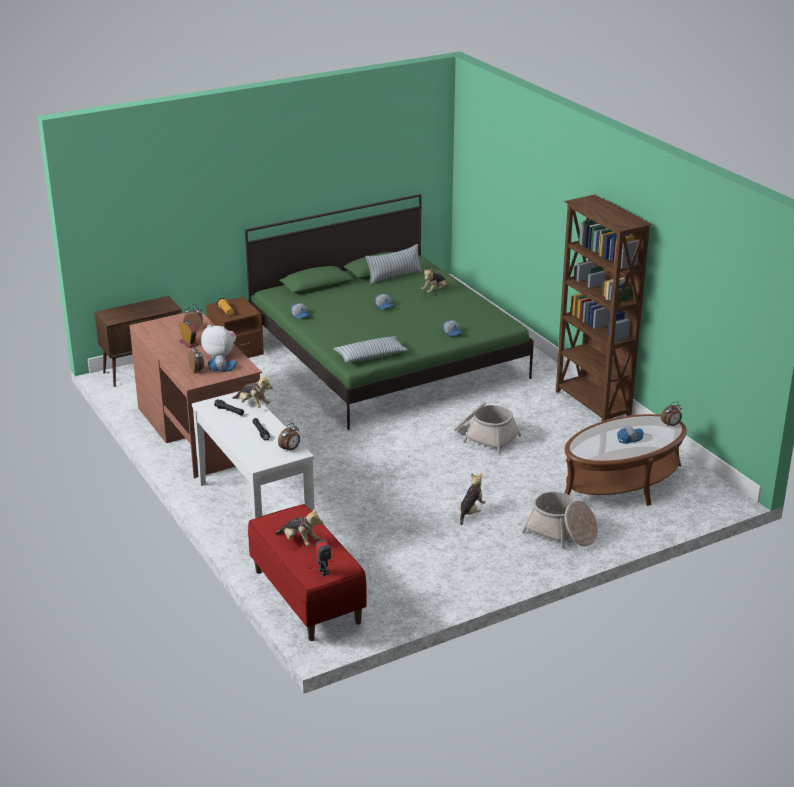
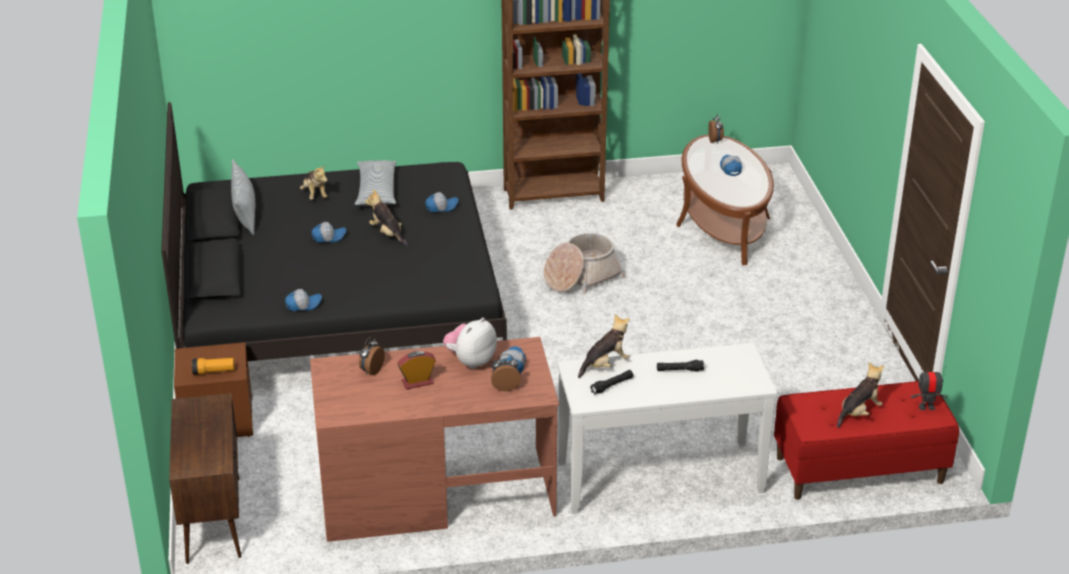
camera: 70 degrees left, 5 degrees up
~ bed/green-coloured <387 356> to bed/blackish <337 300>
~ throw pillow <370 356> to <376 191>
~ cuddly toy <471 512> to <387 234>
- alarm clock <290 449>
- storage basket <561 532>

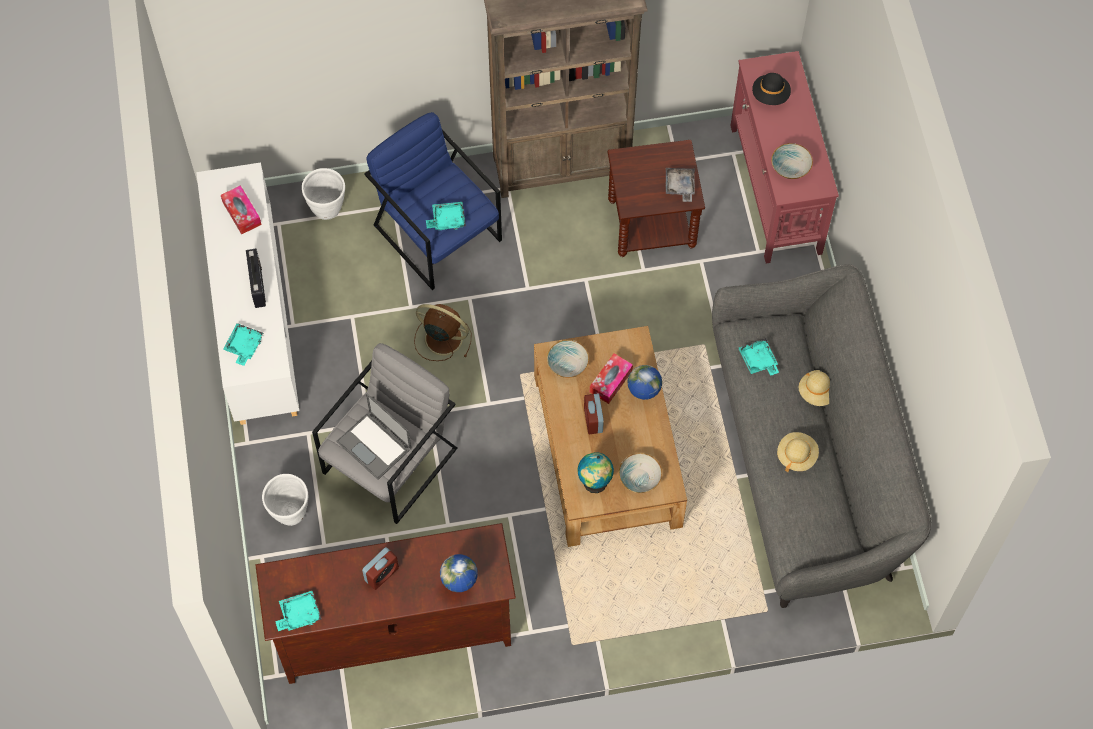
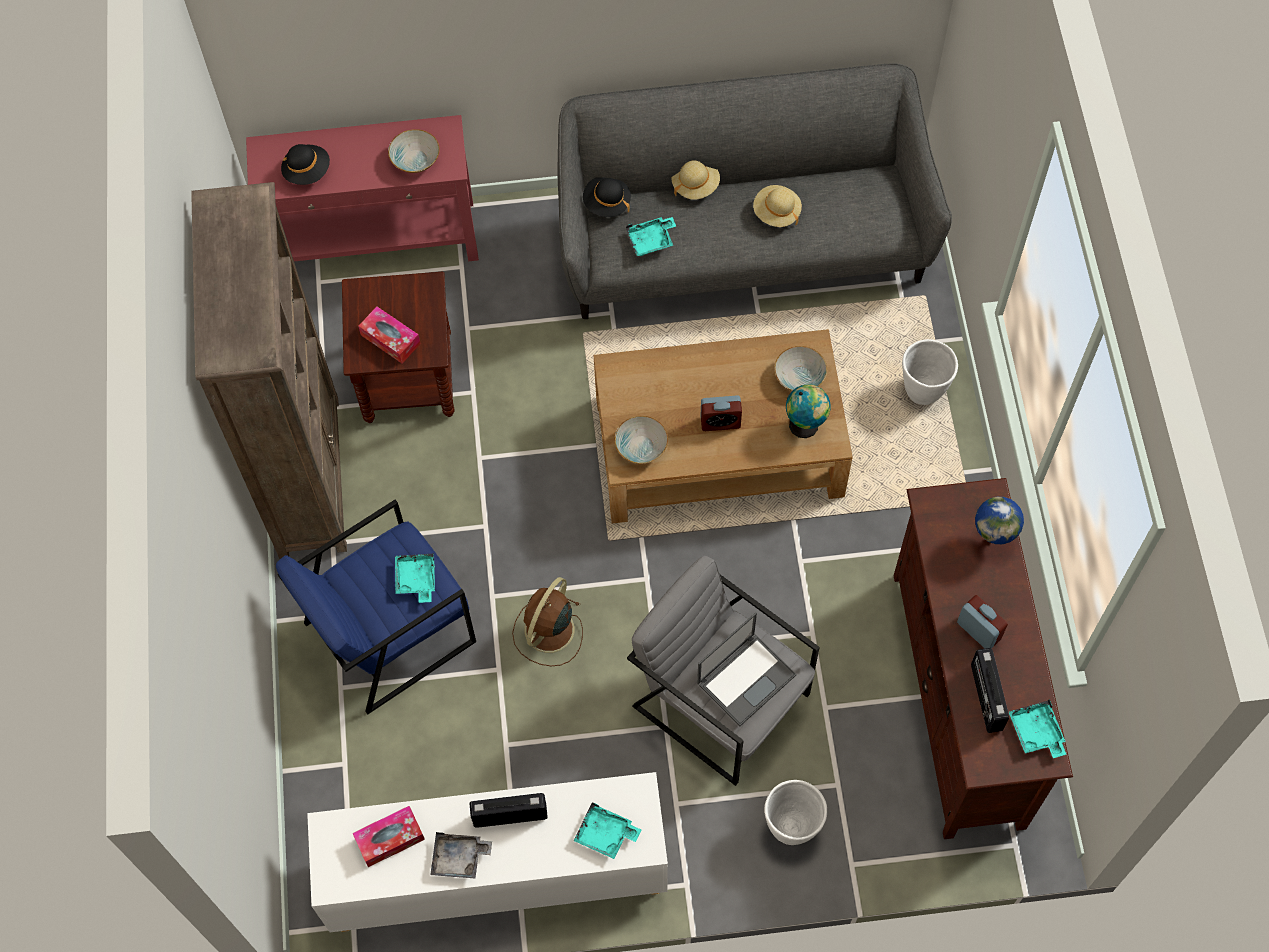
camera: 85 degrees left, 0 degrees up
~ tissue holder <611 381> to <390 339>
~ tray/grey <680 186> to <459 858>
+ clothing hat/blackish <607 203>
~ plant pot/whitish <327 209> to <923 391>
+ radio receiver <985 697>
- desk globe <643 397>

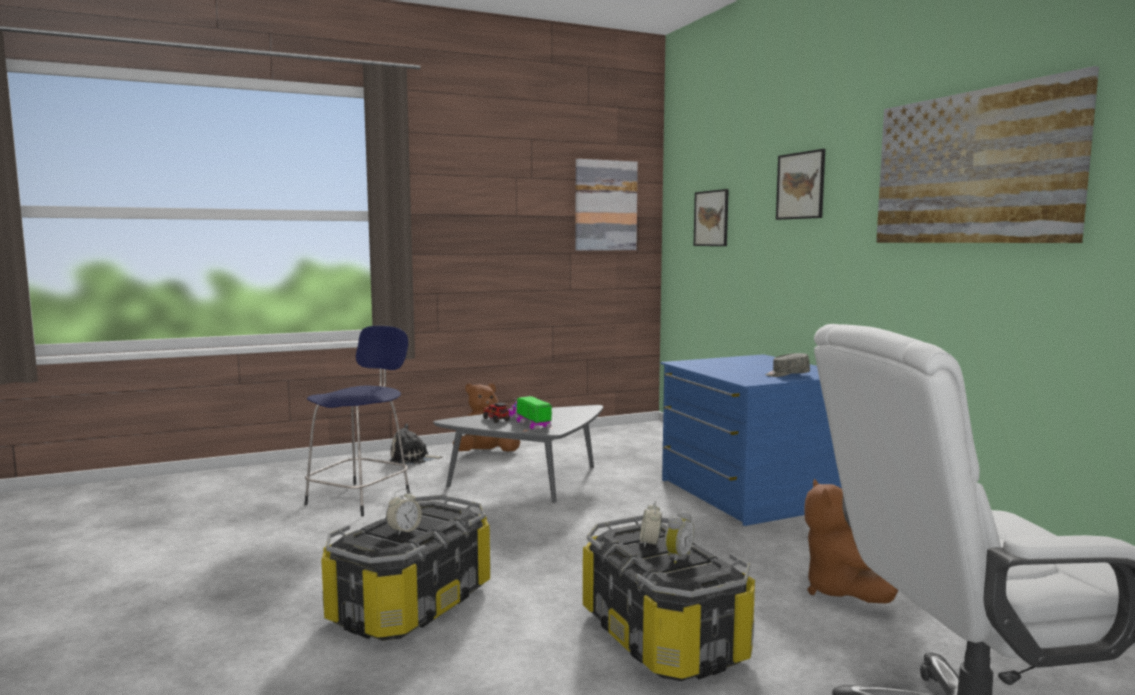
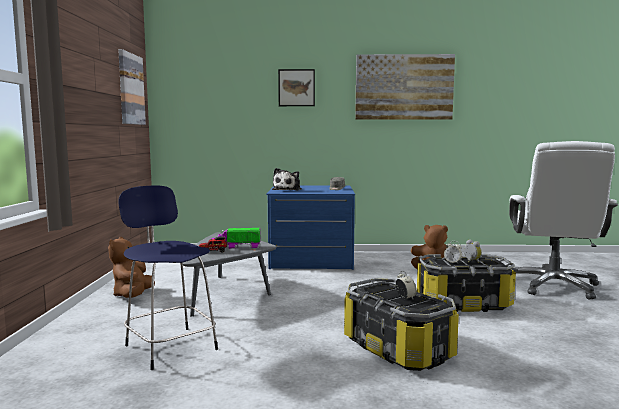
camera: 65 degrees left, 0 degrees up
~ cuddly toy <412 459> to <288 190>
- wall art <711 218>

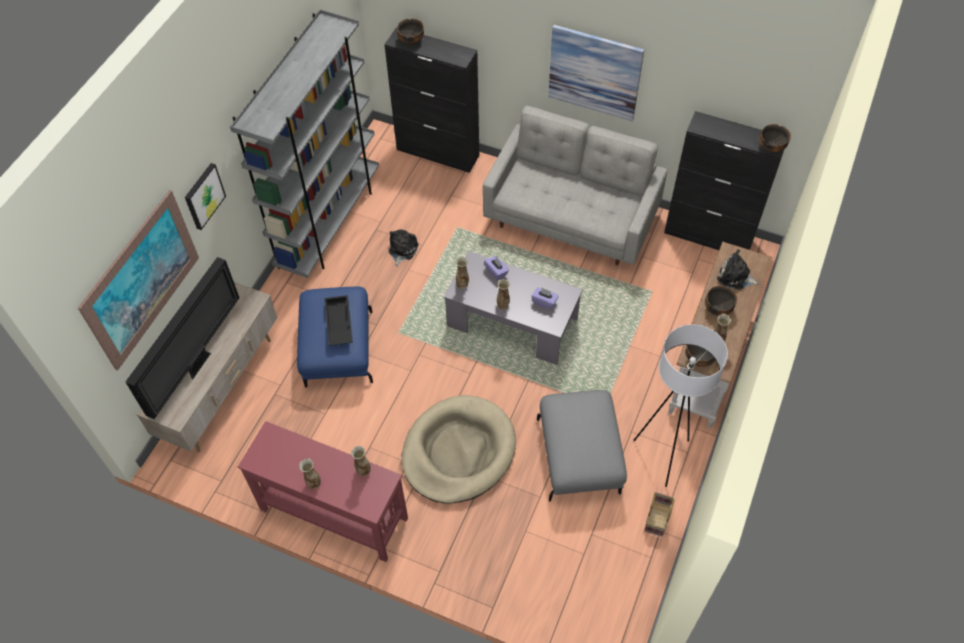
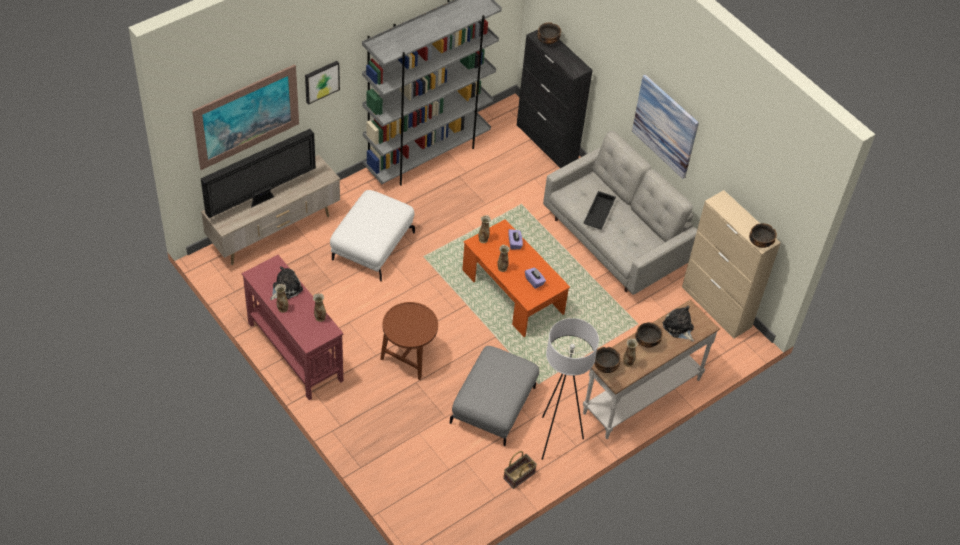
camera: 25 degrees right, 5 degrees down
~ cuddly toy <402 250> to <285 288>
~ ottoman/blue-coloured <337 348> to ottoman/whitish <372 245>
~ dog bed/sand-coloured <458 452> to end table/brown <409 358>
~ low table/grey <512 323> to low table/orange-coloured <512 292>
~ tray/blackish <338 323> to <598 213>
~ cabinet/blackish <709 236> to cabinet/sand-coloured <716 307>

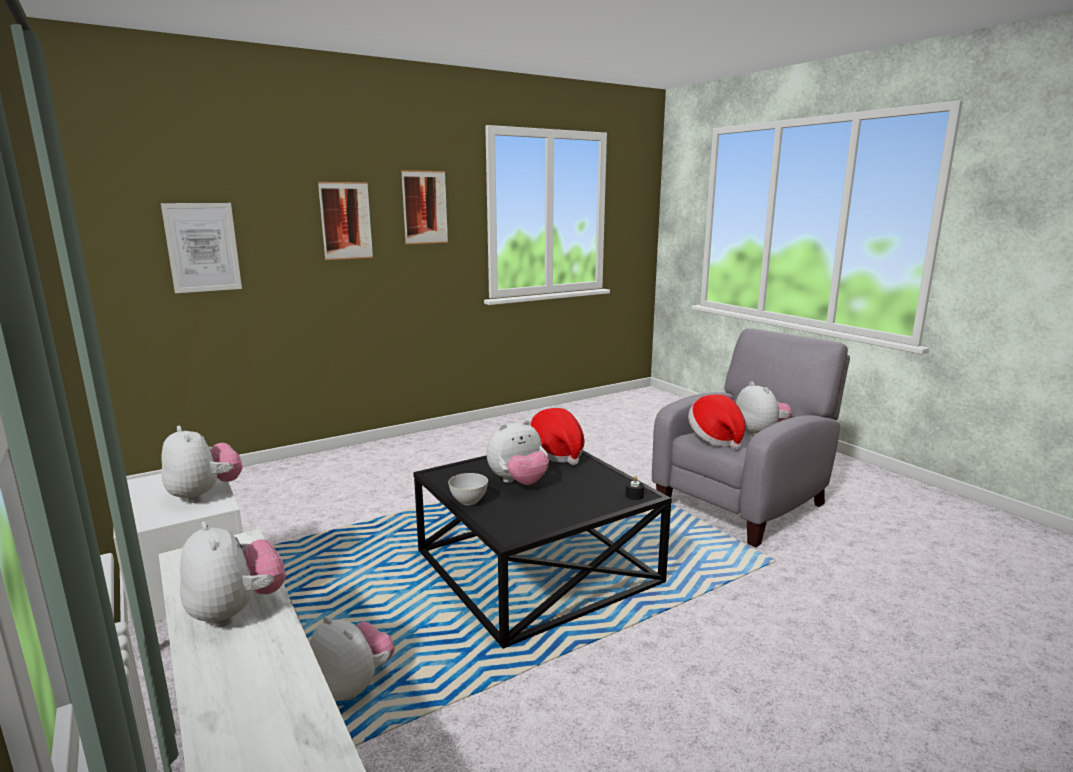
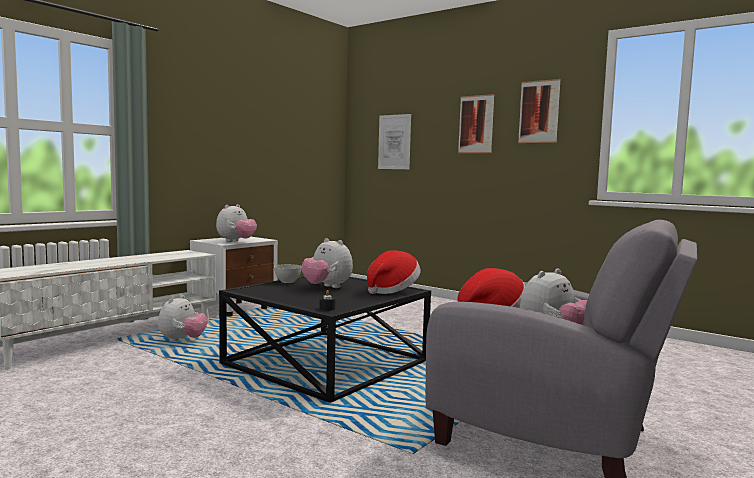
camera: 70 degrees right, 10 degrees down
- cuddly toy <236 611>

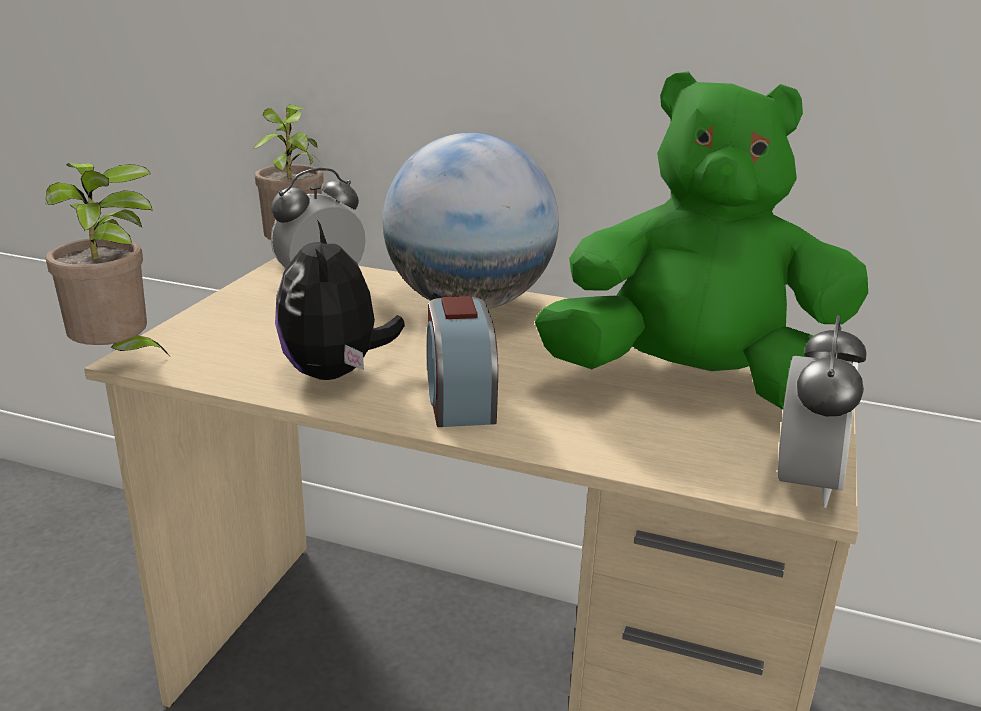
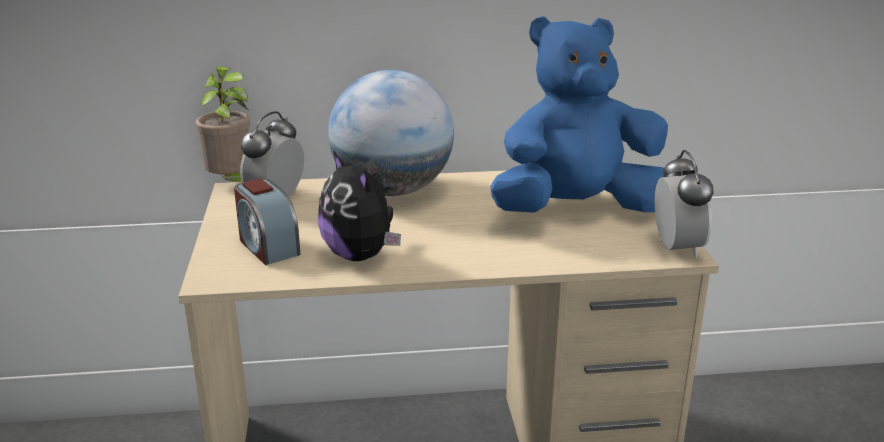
camera: 25 degrees left, 0 degrees up
~ alarm clock <459 399> to <267 246>
~ cuddly toy/green-coloured <694 385> to cuddly toy/blue-coloured <576 210>
- plant in a pot <118 359>

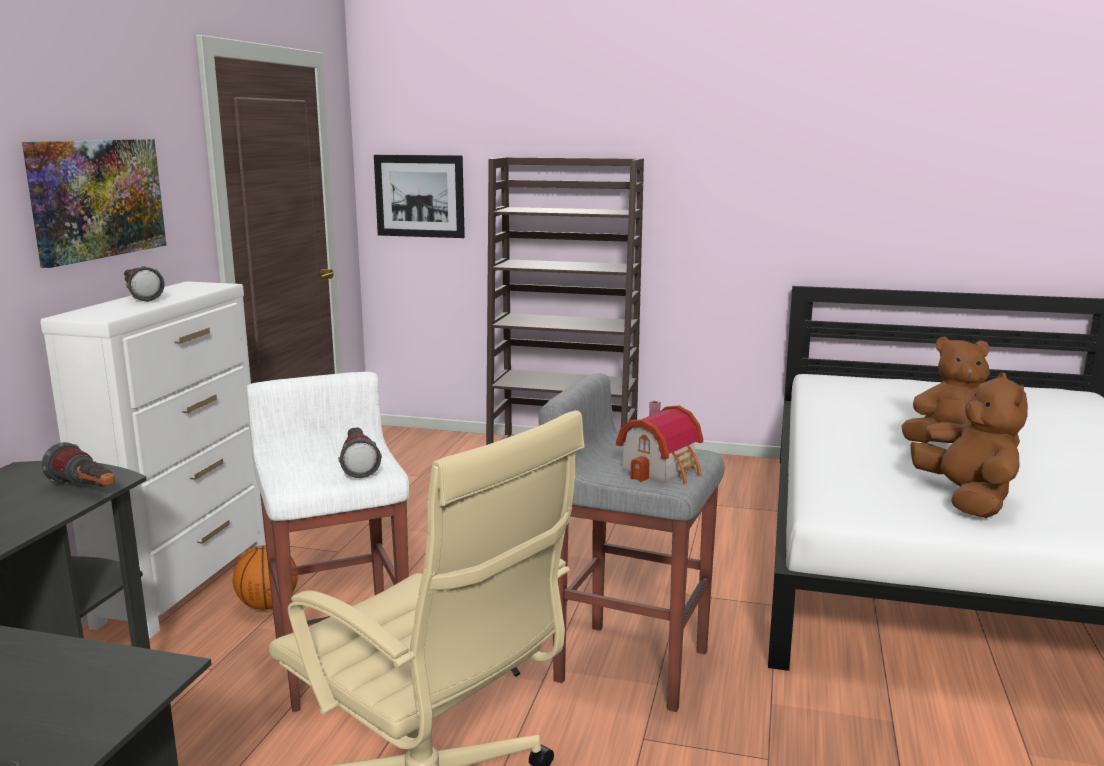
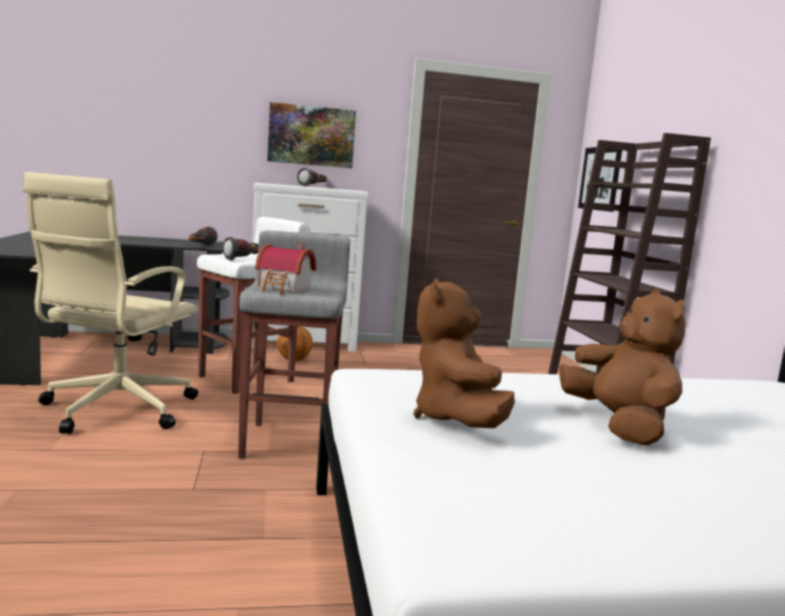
camera: 65 degrees right, 5 degrees down
~ cuddly toy/brown <966 499> = <456 420> 120 degrees clockwise

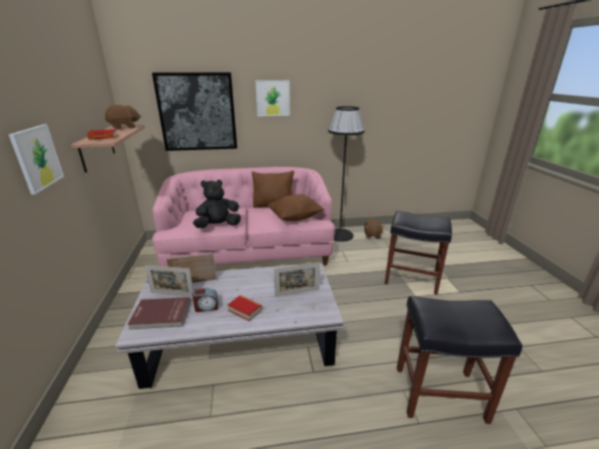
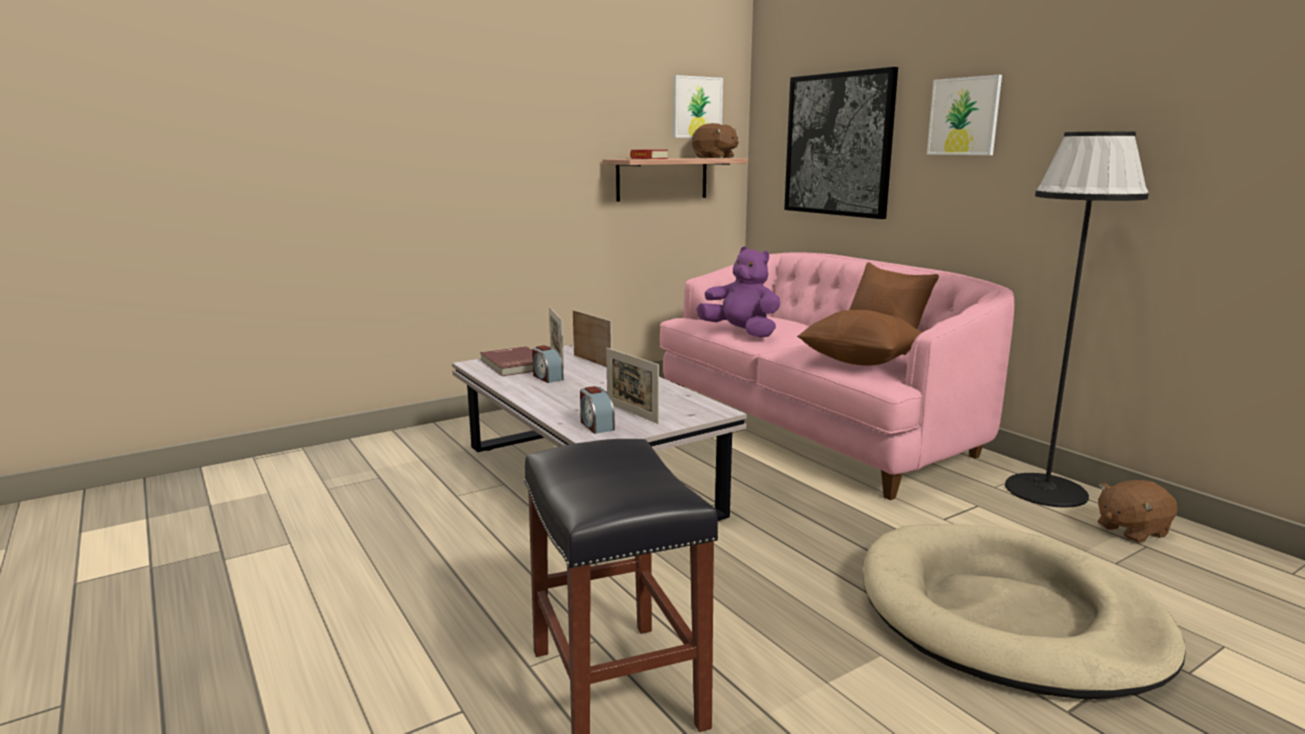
camera: 65 degrees right, 10 degrees down
+ alarm clock <596 425>
~ wall art <37 158> to <697 107>
~ cuddly toy/blackish <218 226> to cuddly toy/purplish <741 333>
~ stool seat/blackish <412 278> to dog bed/sand-coloured <1008 616>
- book <245 310>

